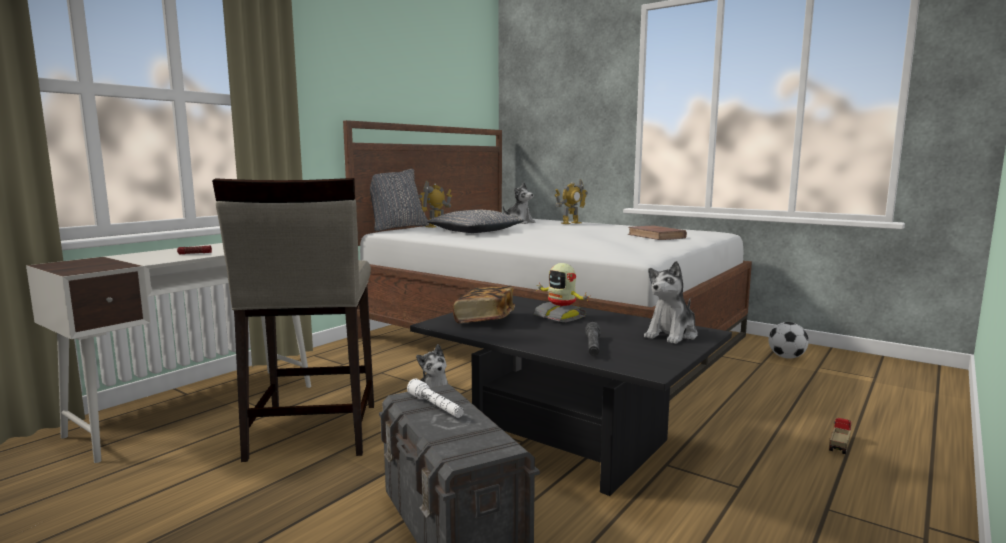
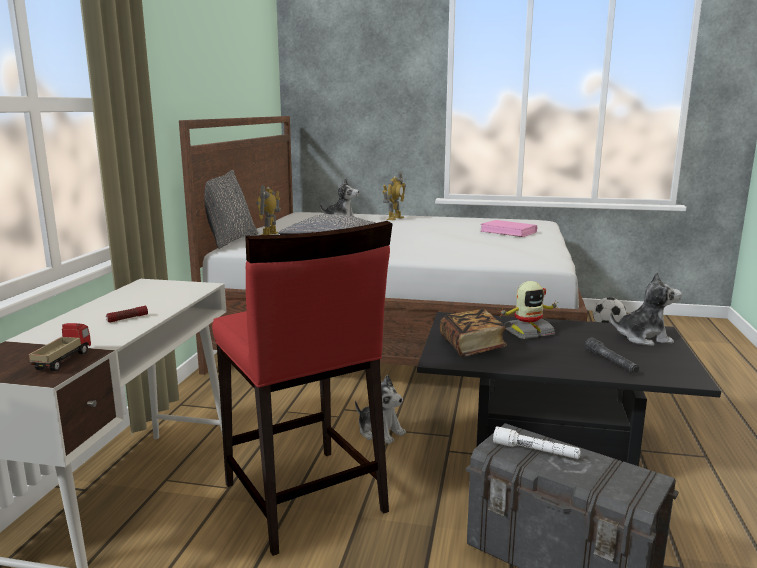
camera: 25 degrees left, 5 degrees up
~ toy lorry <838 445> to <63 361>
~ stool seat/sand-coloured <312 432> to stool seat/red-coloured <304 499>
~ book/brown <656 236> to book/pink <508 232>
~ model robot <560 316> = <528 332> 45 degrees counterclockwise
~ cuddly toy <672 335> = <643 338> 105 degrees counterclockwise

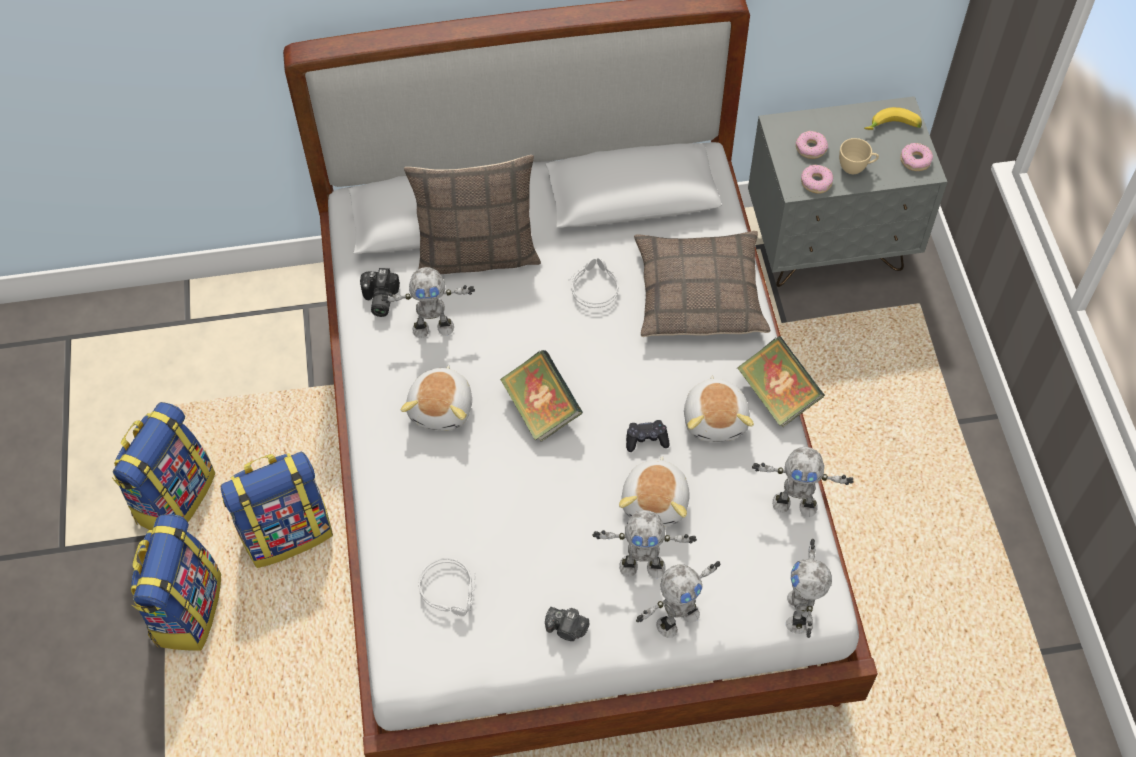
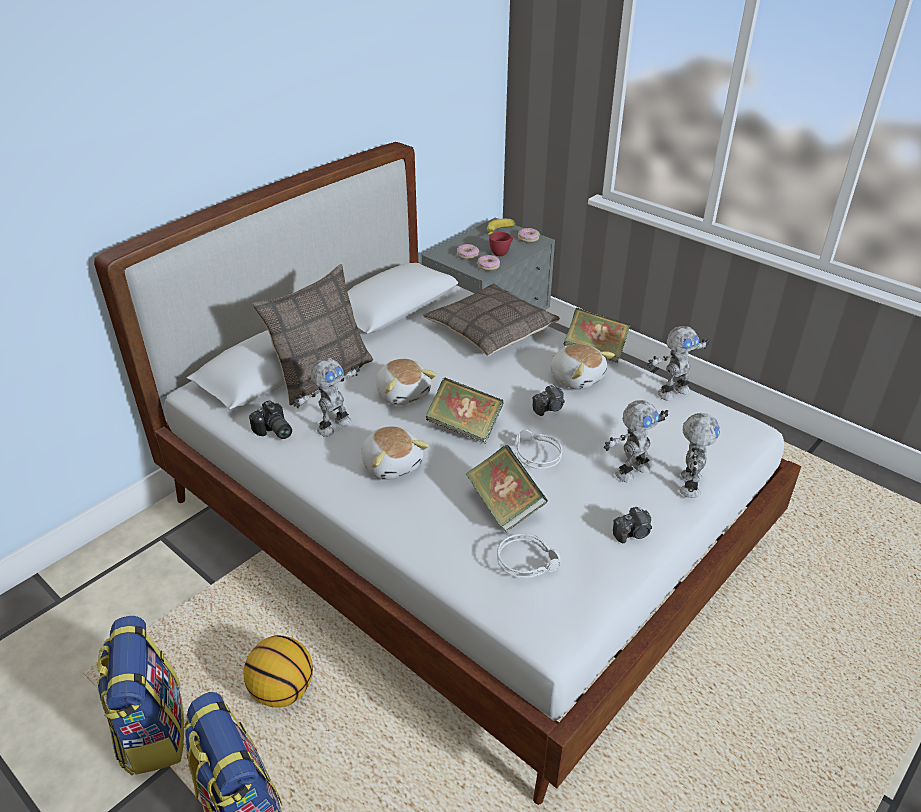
camera: 40 degrees left, 20 degrees down
~ knapsack <287 532> to ball for basketball <282 690>
~ cuddly toy <656 501> to <403 393>
+ book <505 505>
~ drinking cup/sand-coloured <856 167> to drinking cup/red-coloured <501 252>
~ headphones/grey <593 286> to <534 454>
~ joypad/blackish <646 439> to photo camera <549 408>
- model robot <800 612>

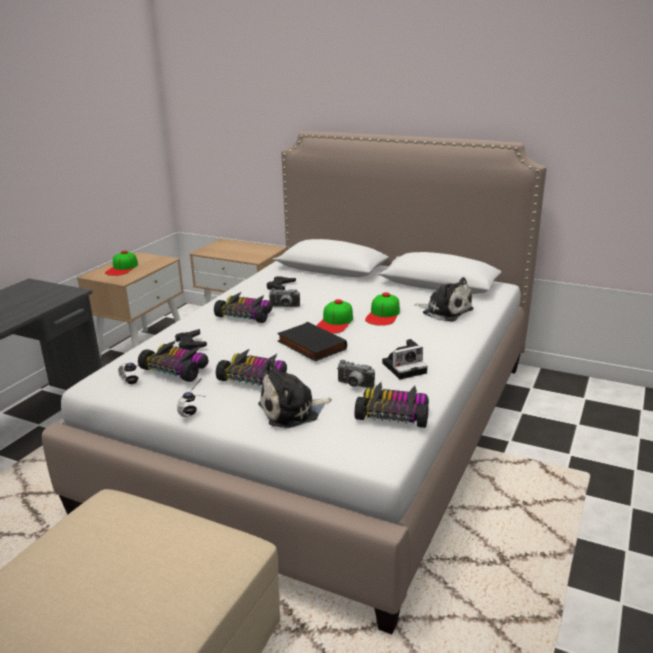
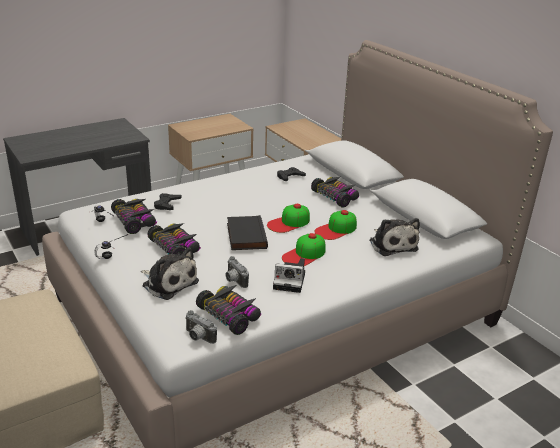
camera: 30 degrees right, 5 degrees up
~ cuddly toy <292 411> = <168 283> 150 degrees counterclockwise
~ photo camera <284 307> to <198 337>
~ cap <122 268> to <304 254>
~ toy car <245 315> to <336 196>

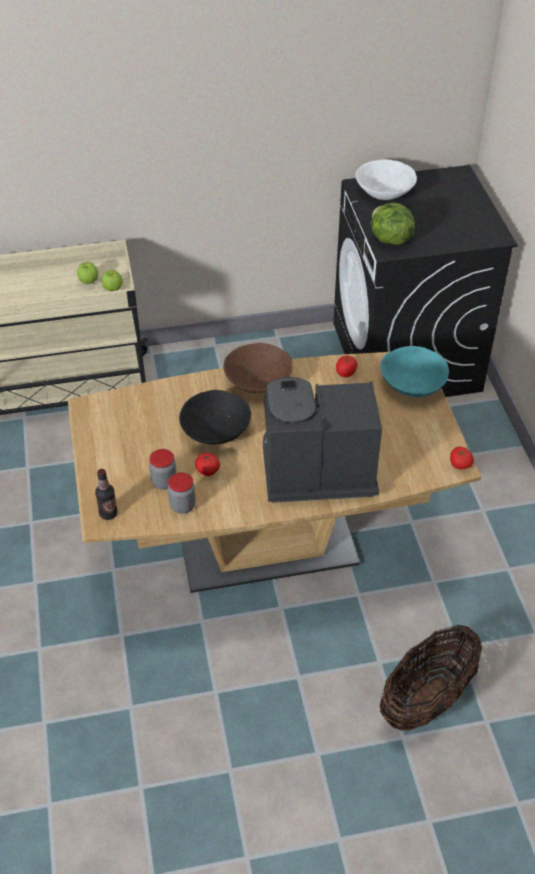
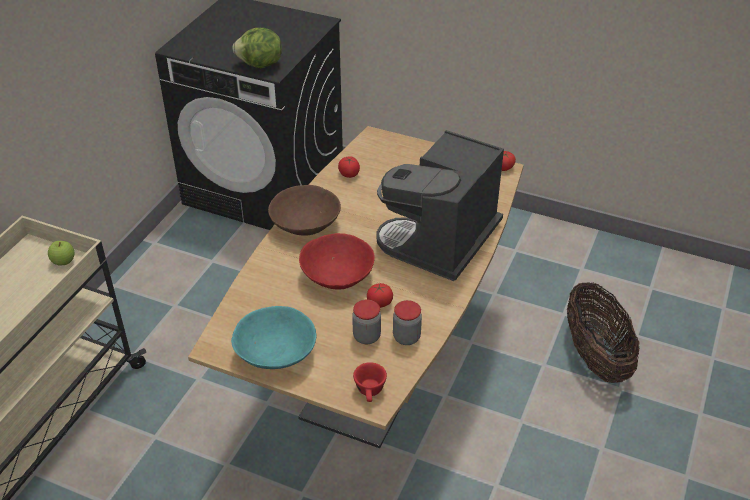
camera: 55 degrees left, 5 degrees down
~ bowl/blue-green <412 385> to <275 353>
~ bowl/blackish <216 431> to bowl/red-coloured <337 276>
~ beverage bottle <108 513> to drinking cup/red-coloured <370 392>
- whole apple <89 281>
- bowl/whitish <385 192>

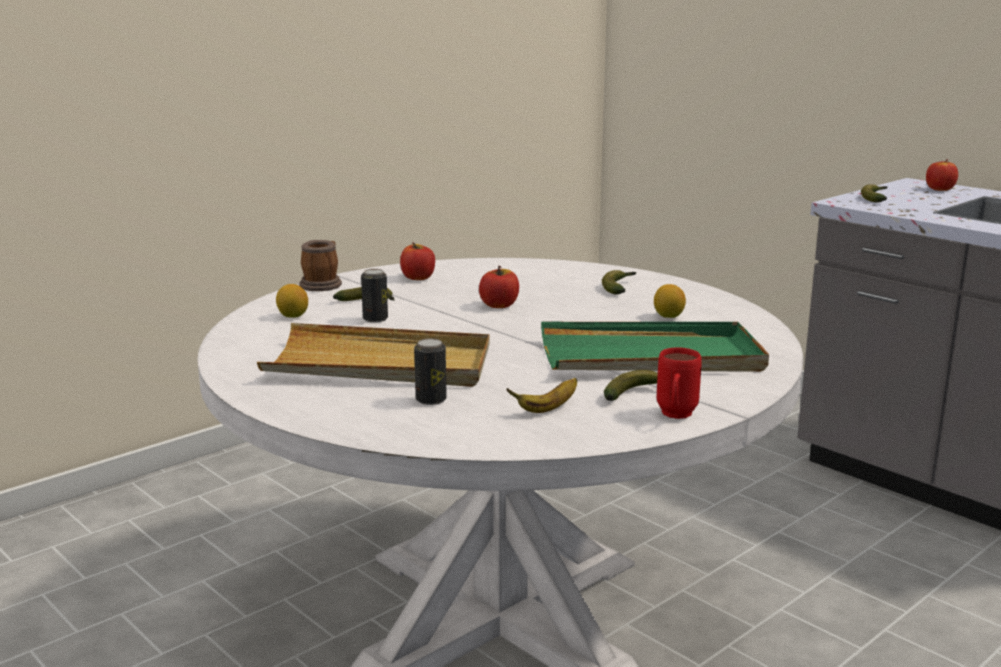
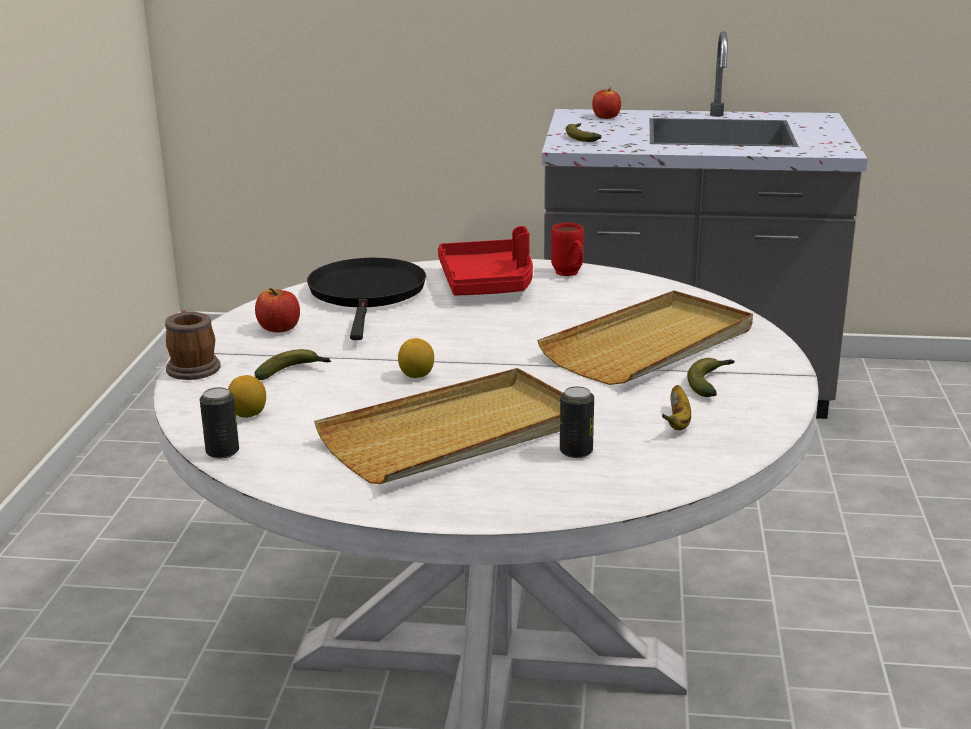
camera: 40 degrees left, 5 degrees up
~ metal can <375 319> to <222 452>
+ frying pan/blackish <367 294>
~ whole lemon <668 316> to <416 375>
~ whole banana <619 287> to tray/red-coloured <488 283>
~ tray/green-coloured <651 356> to tray/sand-coloured <651 345>
~ mug/red-coloured <675 417> to <570 274>
- whole apple <499 305>

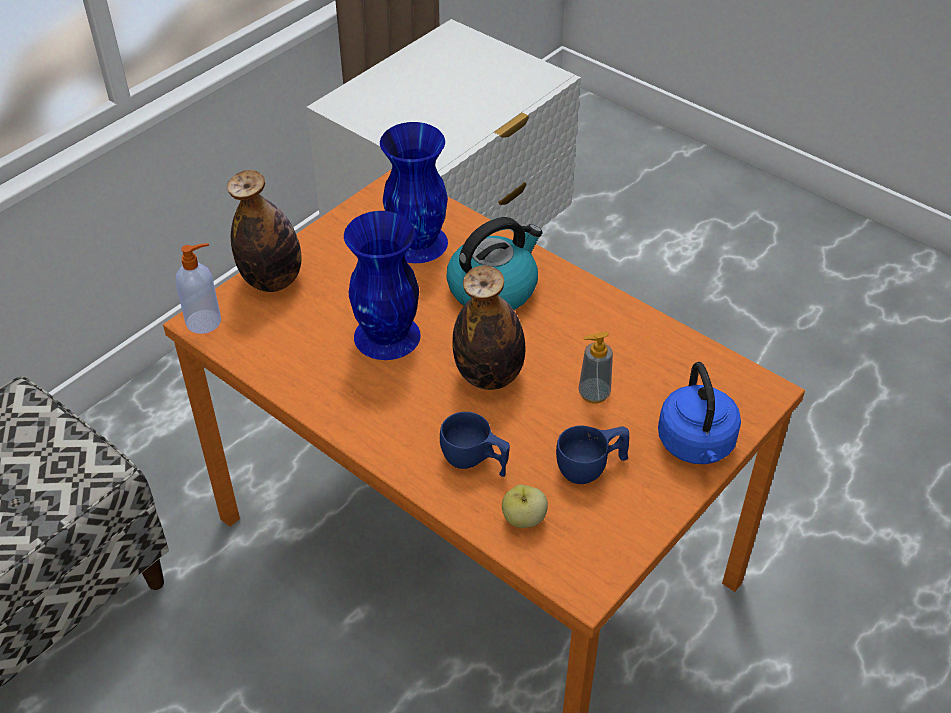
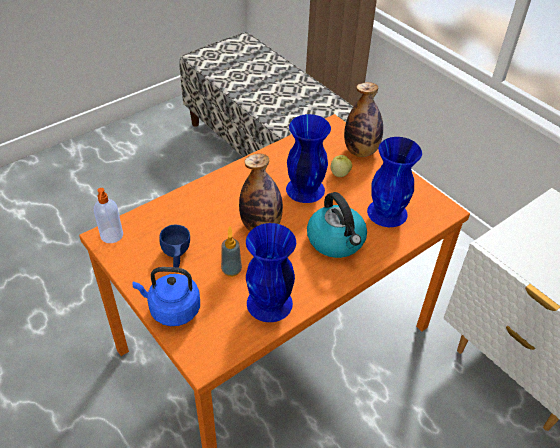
camera: 100 degrees right, 0 degrees up
~ soap bottle <205 321> to <112 236>
+ vase/blue-coloured <269 304>
~ whole apple <523 519> to <339 174>
- drinking cup/blue-coloured <474 462>

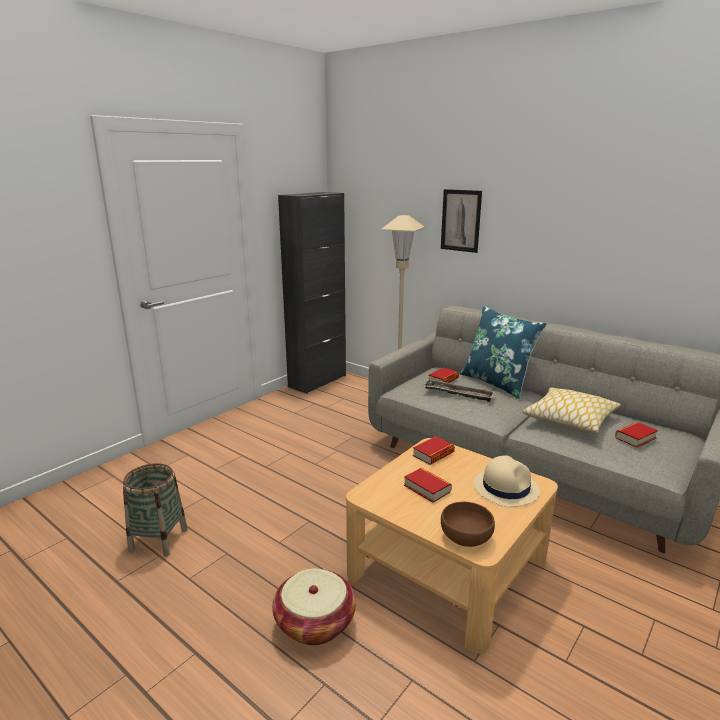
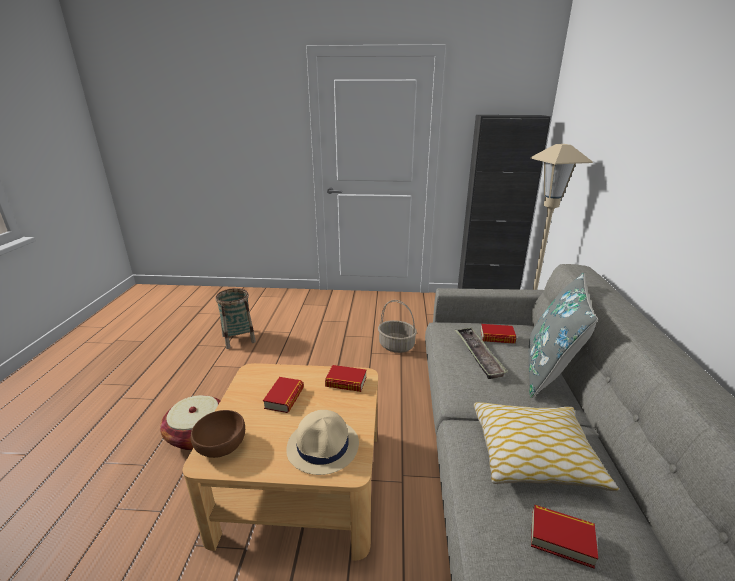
camera: 55 degrees right, 5 degrees up
+ storage basket <397 345>
~ throw pillow/blue-coloured <497 383> to throw pillow/grey <549 371>
- wall art <461 220>

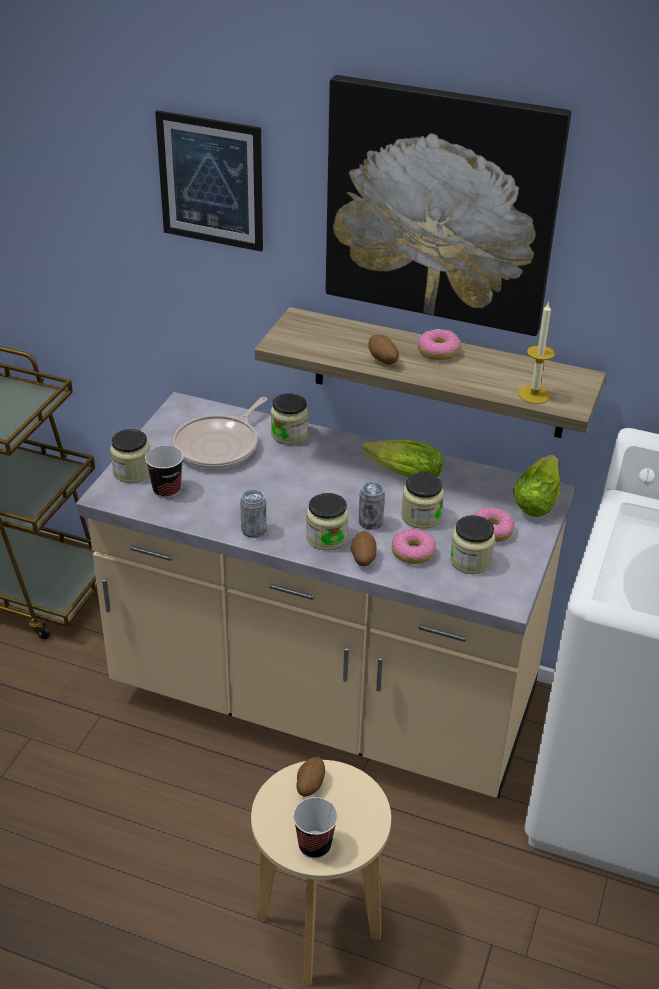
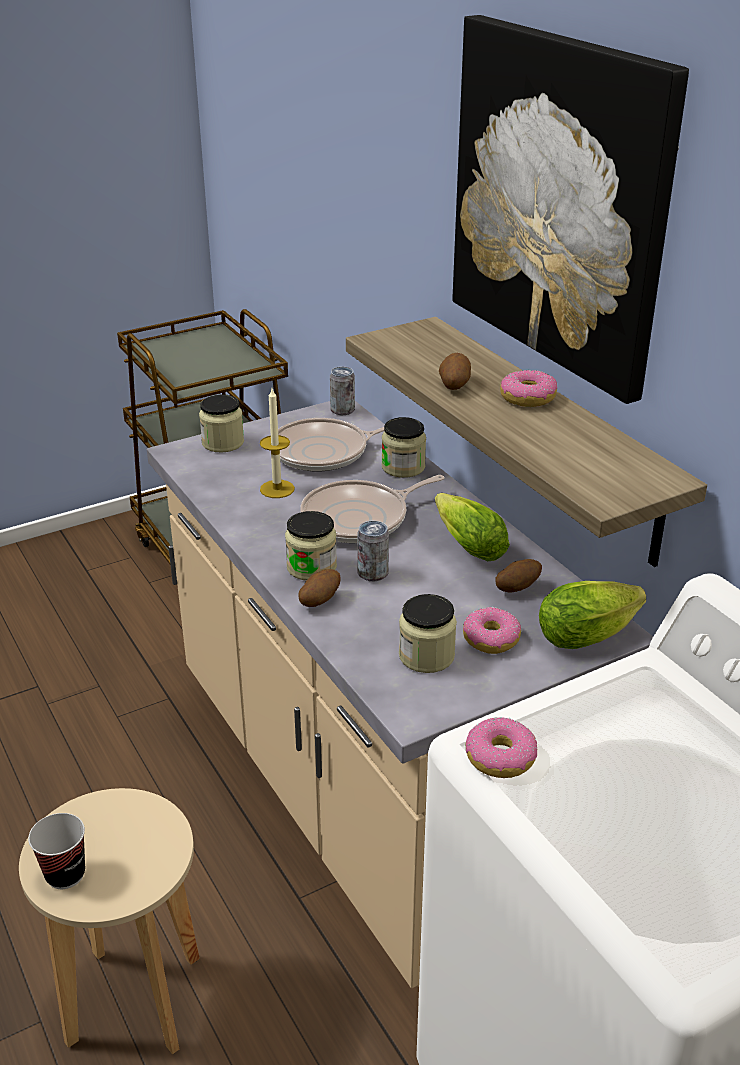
camera: 40 degrees right, 5 degrees down
~ candle <534 394> to <277 489>
+ frying pan <360 518>
~ metal can <253 530> to <342 410>
~ ring doughnut <413 552> to <501 758>
~ whole potato <309 785> to <517 588>
- drinking cup <166 490>
- wall art <211 181>
- storage jar <421 516>

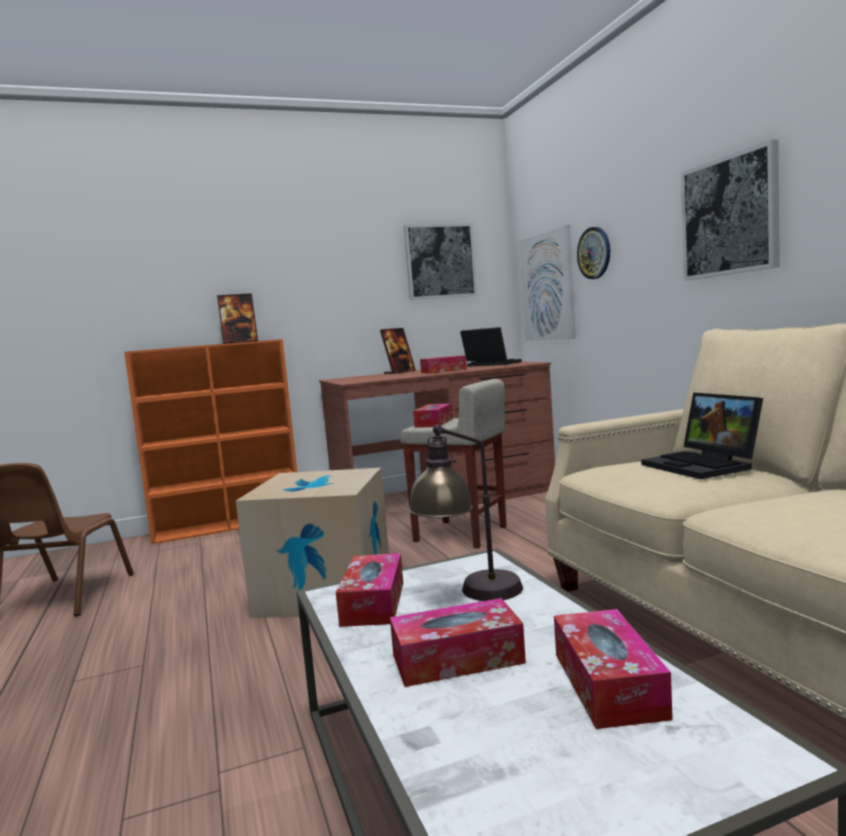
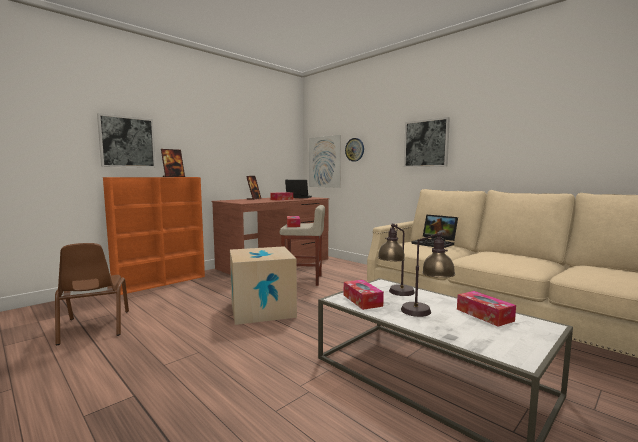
camera: 25 degrees left, 0 degrees up
~ wall art <440 261> to <127 142>
~ tissue holder <457 659> to tabletop lamp <426 314>

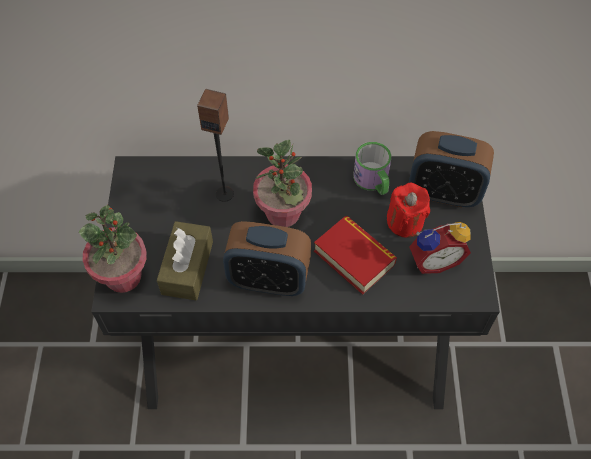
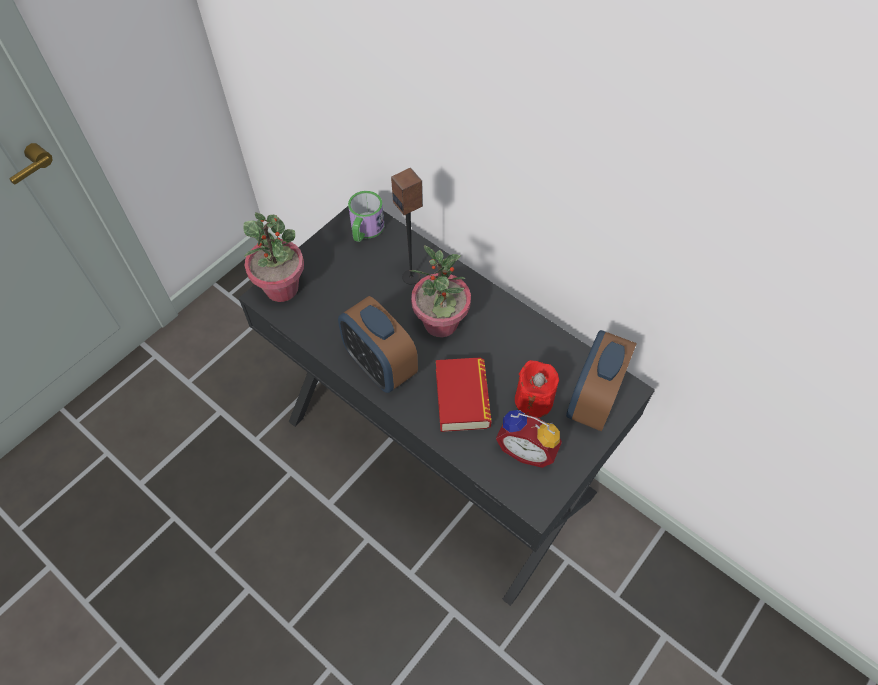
camera: 40 degrees right, 0 degrees up
~ mug <373 181> to <365 230>
~ alarm clock <443 192> = <593 400> 60 degrees clockwise
- tissue holder/brown <187 267>

